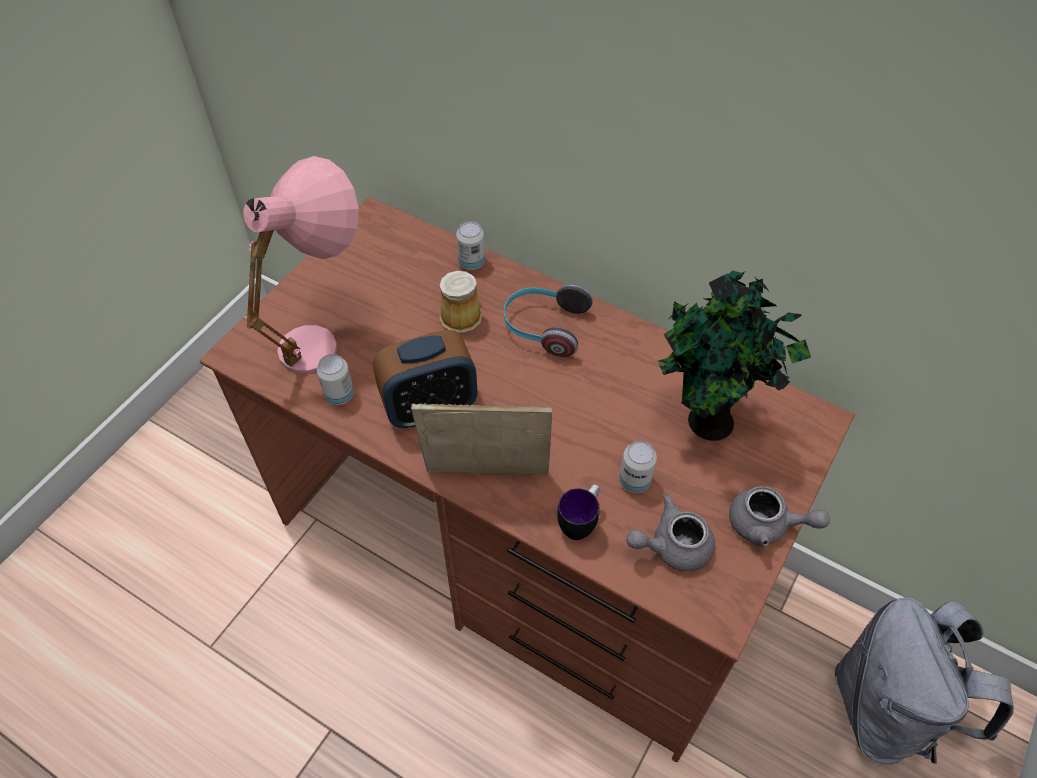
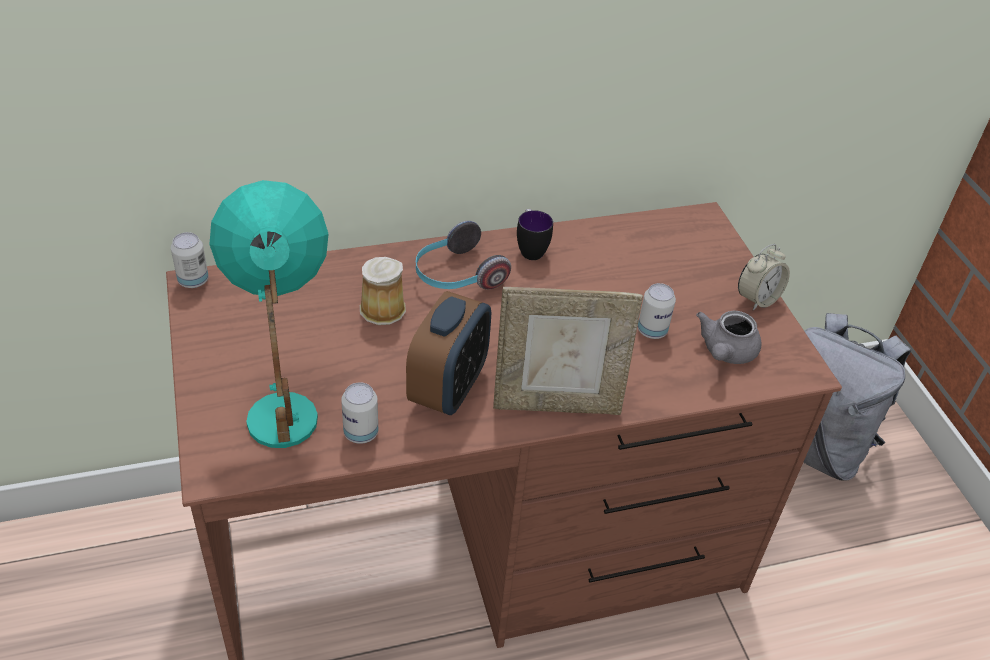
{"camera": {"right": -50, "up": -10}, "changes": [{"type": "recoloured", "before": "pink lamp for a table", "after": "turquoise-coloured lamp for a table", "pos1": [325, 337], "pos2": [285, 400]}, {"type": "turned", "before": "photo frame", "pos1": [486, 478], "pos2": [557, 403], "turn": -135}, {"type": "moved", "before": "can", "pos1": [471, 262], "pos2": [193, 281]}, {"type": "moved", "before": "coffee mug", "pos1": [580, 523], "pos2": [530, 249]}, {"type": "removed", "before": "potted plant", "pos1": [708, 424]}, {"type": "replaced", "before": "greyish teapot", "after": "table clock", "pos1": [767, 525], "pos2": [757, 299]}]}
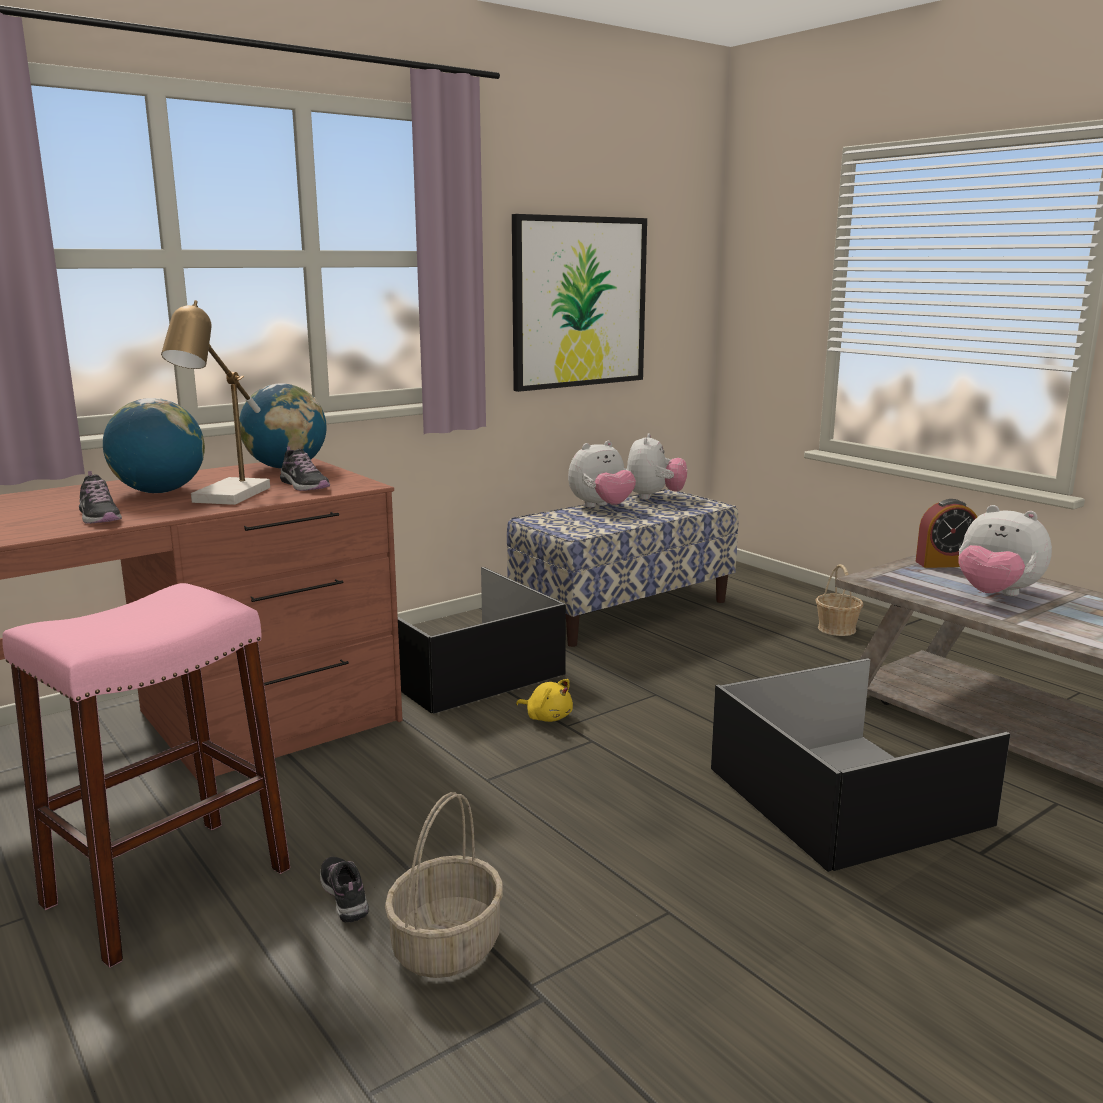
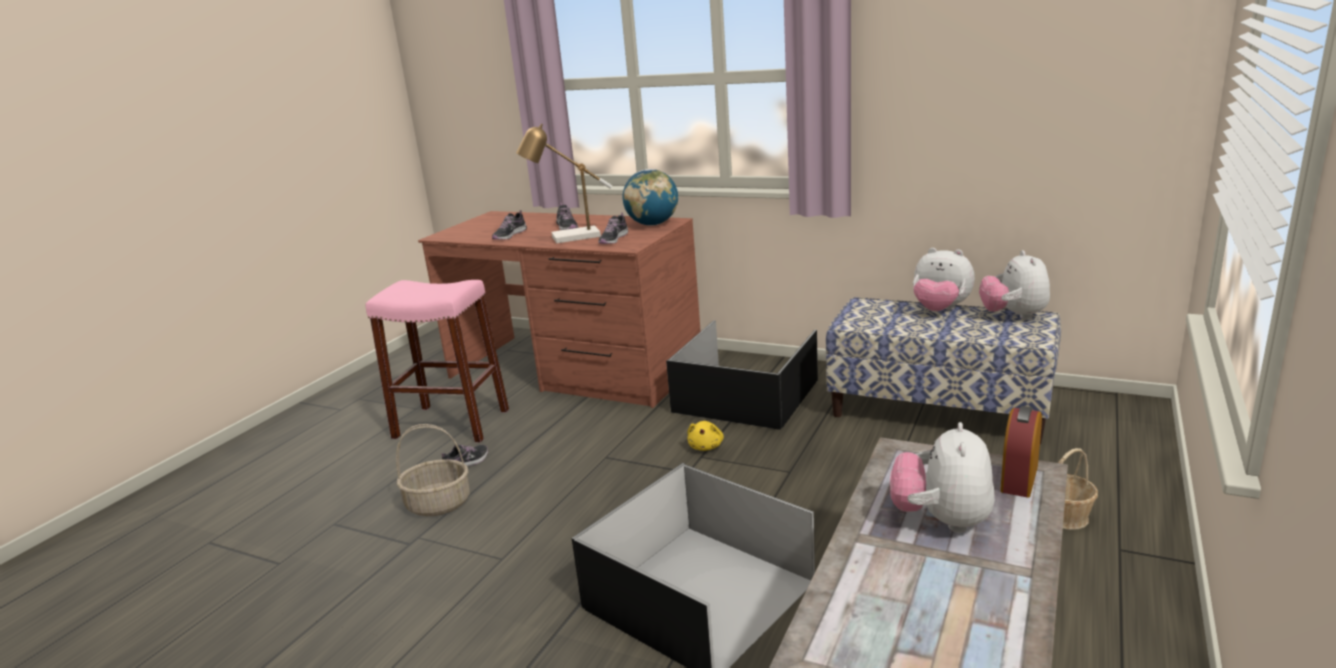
{"camera": {"right": 65, "up": 5}, "changes": [{"type": "replaced", "before": "desk globe", "after": "low shoe", "pos1": [159, 492], "pos2": [567, 227]}, {"type": "removed", "before": "wall art", "pos1": [579, 302]}, {"type": "turned", "before": "plush toy", "pos1": [654, 497], "pos2": [1013, 316], "turn": 105}, {"type": "turned", "before": "table clock", "pos1": [945, 563], "pos2": [1019, 479], "turn": 60}]}
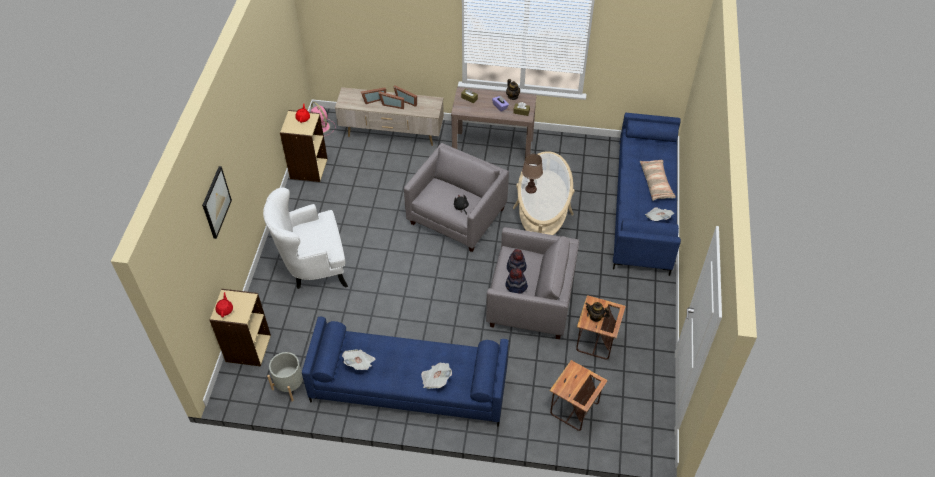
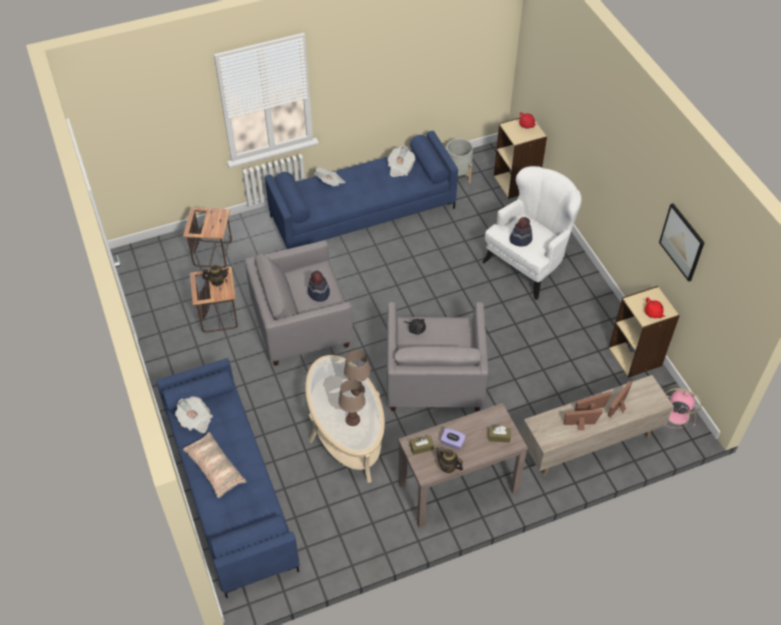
{"camera": {"right": 150, "up": 0}, "changes": [{"type": "moved", "before": "wall art", "pos1": [216, 202], "pos2": [682, 242]}, {"type": "moved", "before": "clothing hat", "pos1": [516, 286], "pos2": [520, 239]}, {"type": "added", "after": "brown-coloured lamp for a table", "pos2": [353, 419]}]}
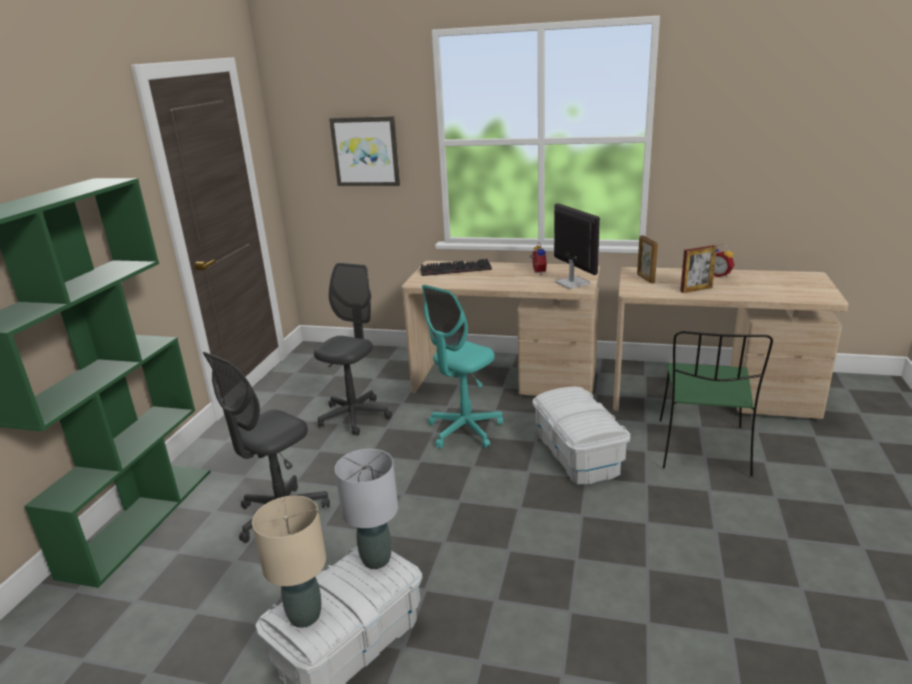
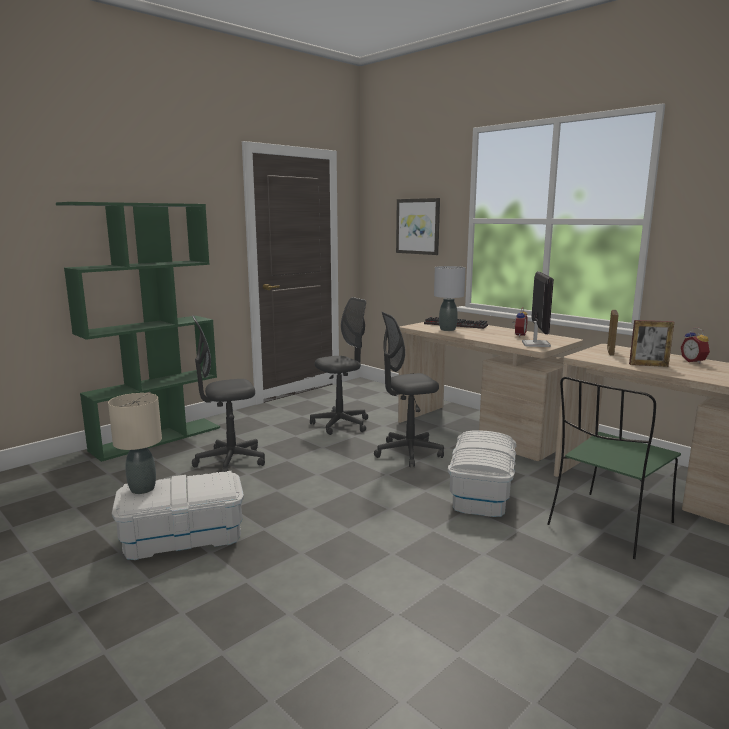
{"camera": {"right": 30, "up": -10}, "changes": [{"type": "moved", "before": "greyish lamp for a table", "pos1": [376, 560], "pos2": [447, 329]}, {"type": "recoloured", "before": "turquoise-coloured computer chair", "after": "greyish computer chair", "pos1": [465, 431], "pos2": [408, 453]}]}
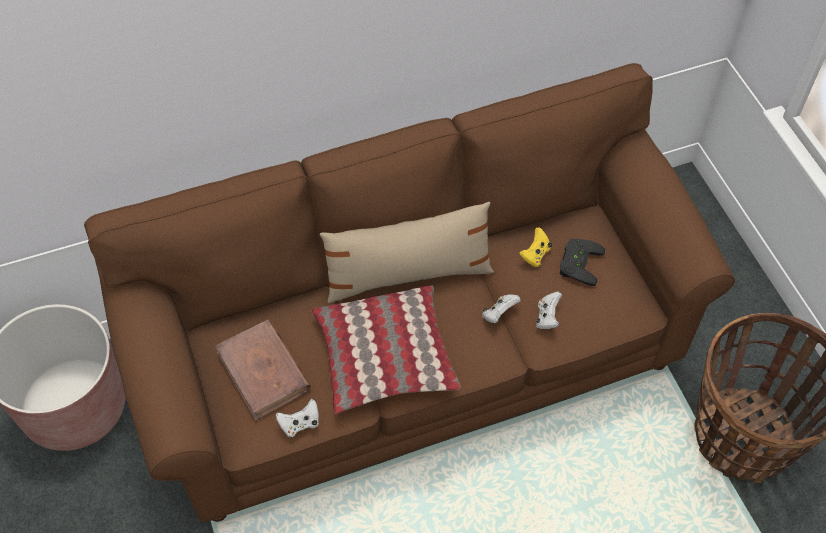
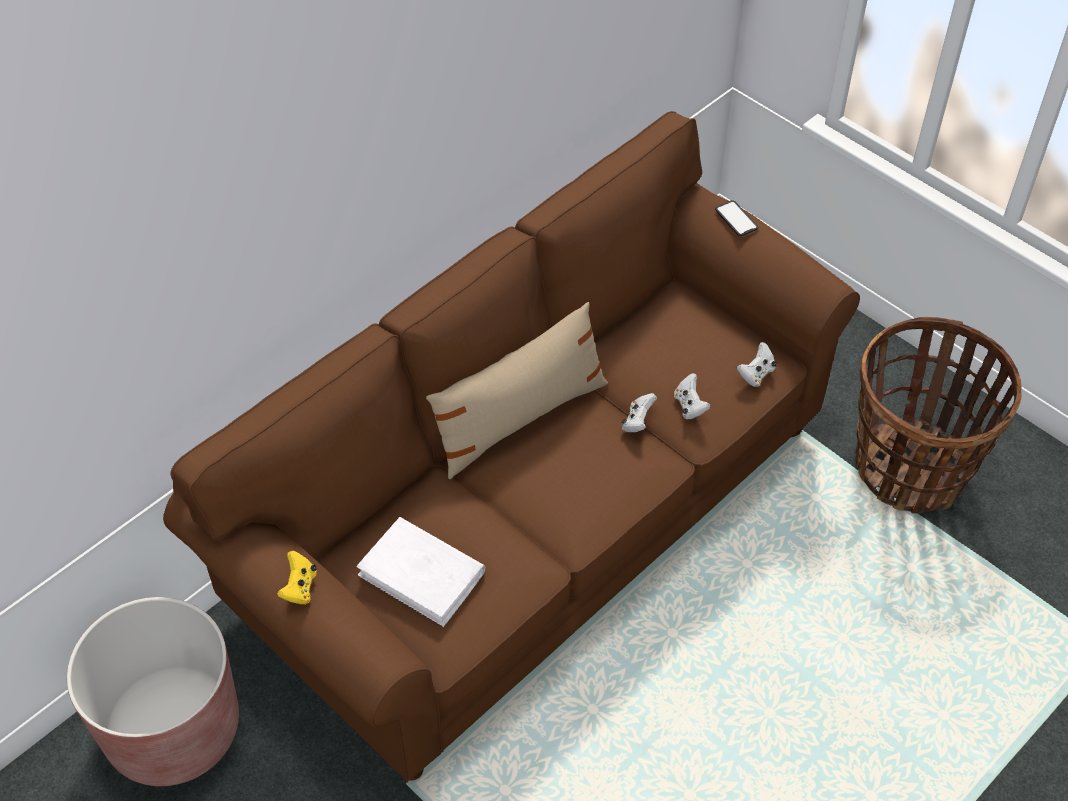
{"camera": {"right": -25, "up": -5}, "changes": [{"type": "recoloured", "before": "brown-coloured bound book", "after": "white bound book", "pos1": [263, 372], "pos2": [422, 574]}, {"type": "moved", "before": "white gamepad", "pos1": [300, 424], "pos2": [756, 374]}, {"type": "removed", "before": "cushion", "pos1": [386, 358]}, {"type": "moved", "before": "yellow gamepad", "pos1": [535, 255], "pos2": [299, 587]}, {"type": "removed", "before": "black gamepad", "pos1": [577, 263]}, {"type": "added", "after": "phone", "pos2": [736, 219]}]}
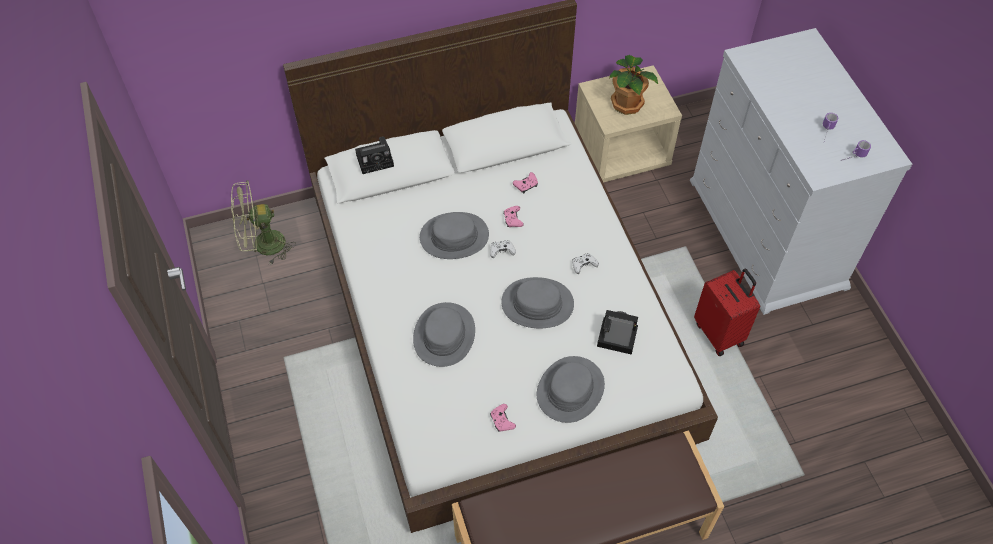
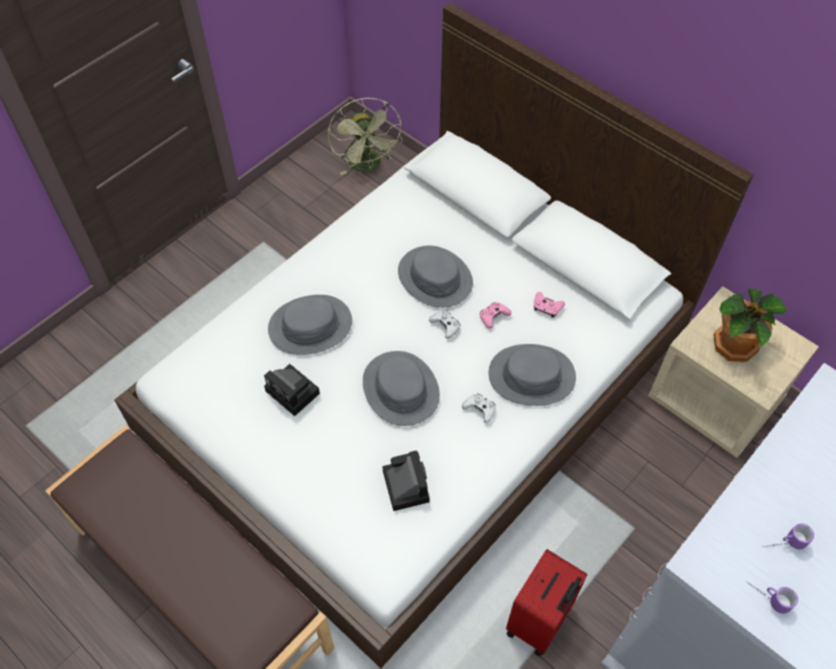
{"camera": {"right": 60, "up": 0}, "changes": [{"type": "turned", "before": "green cooling fan", "pos1": [262, 246], "pos2": [368, 166], "turn": -150}, {"type": "moved", "before": "still camera", "pos1": [376, 159], "pos2": [294, 393]}, {"type": "removed", "before": "pink gamepad", "pos1": [502, 421]}, {"type": "moved", "before": "greyish clothing hat", "pos1": [570, 390], "pos2": [531, 375]}]}
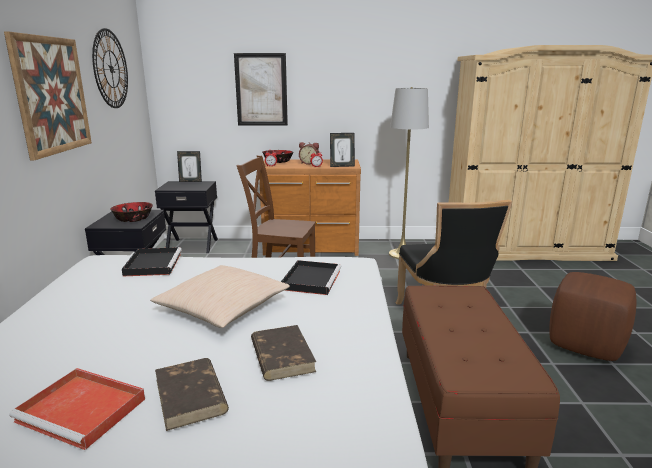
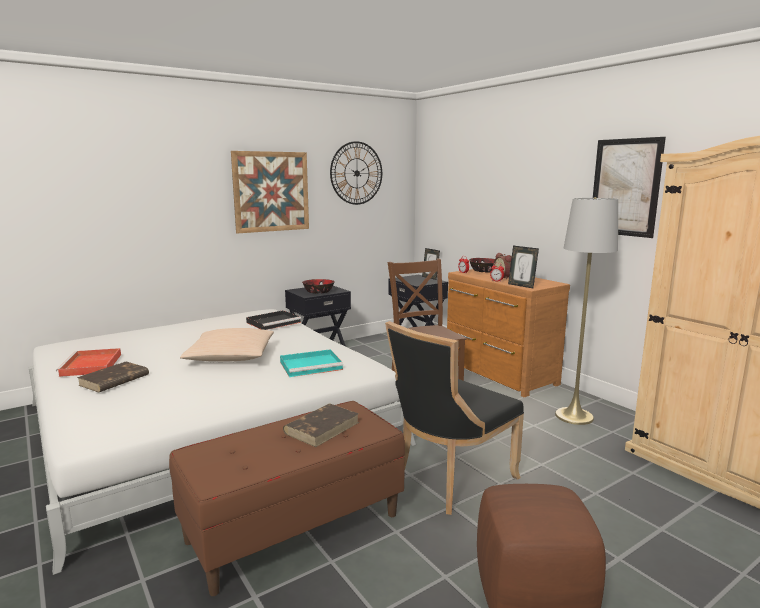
{"camera": {"right": 55, "up": -5}, "changes": [{"type": "moved", "before": "wall art", "pos1": [261, 90], "pos2": [625, 187]}, {"type": "moved", "before": "brown-coloured bound book", "pos1": [282, 355], "pos2": [322, 427]}, {"type": "recoloured", "before": "black serving tray", "after": "turquoise-coloured serving tray", "pos1": [311, 279], "pos2": [312, 365]}]}
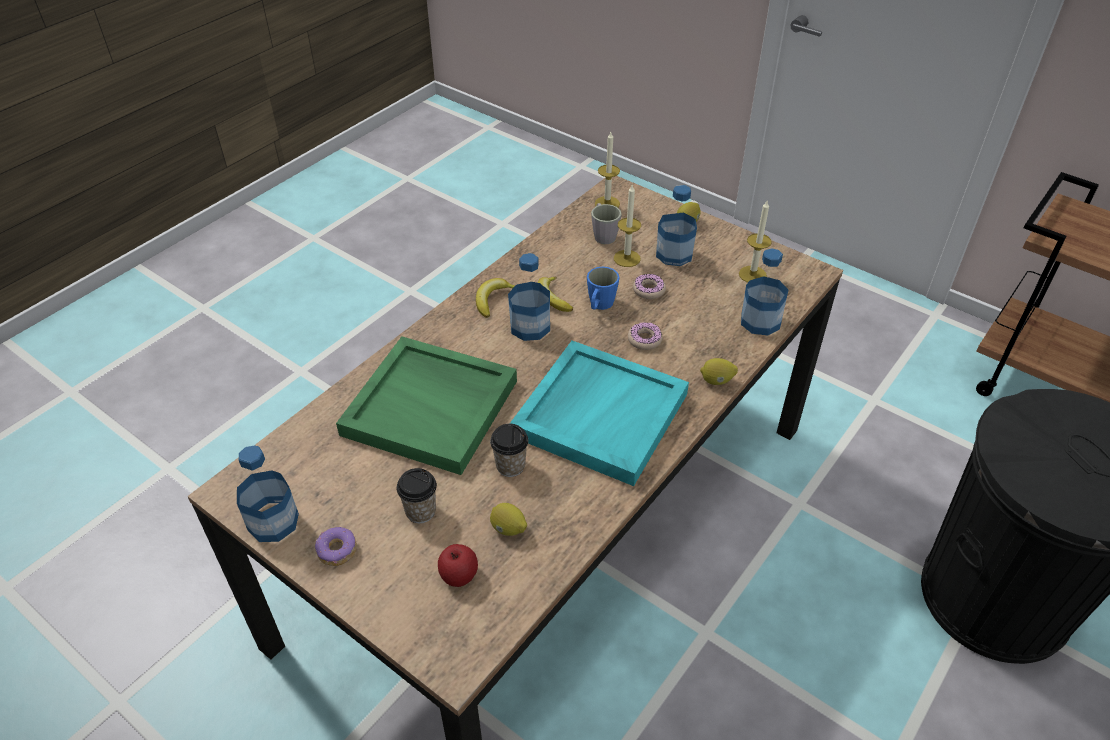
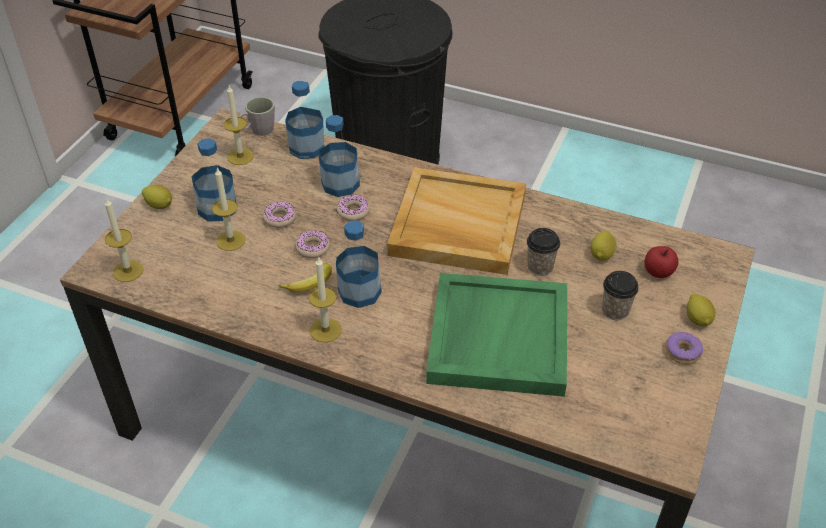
{"camera": {"right": -105, "up": 0}, "changes": [{"type": "moved", "before": "beverage bottle", "pos1": [273, 522], "pos2": [340, 184]}, {"type": "replaced", "before": "whole banana", "after": "wax light", "pos1": [492, 300], "pos2": [325, 330]}, {"type": "recoloured", "before": "turquoise-coloured serving tray", "after": "sand-coloured serving tray", "pos1": [599, 413], "pos2": [457, 225]}, {"type": "replaced", "before": "bluish coffee mug", "after": "donut", "pos1": [599, 305], "pos2": [312, 248]}, {"type": "moved", "before": "greyish coffee mug", "pos1": [603, 234], "pos2": [258, 131]}, {"type": "moved", "before": "whole lemon", "pos1": [717, 381], "pos2": [698, 319]}]}
